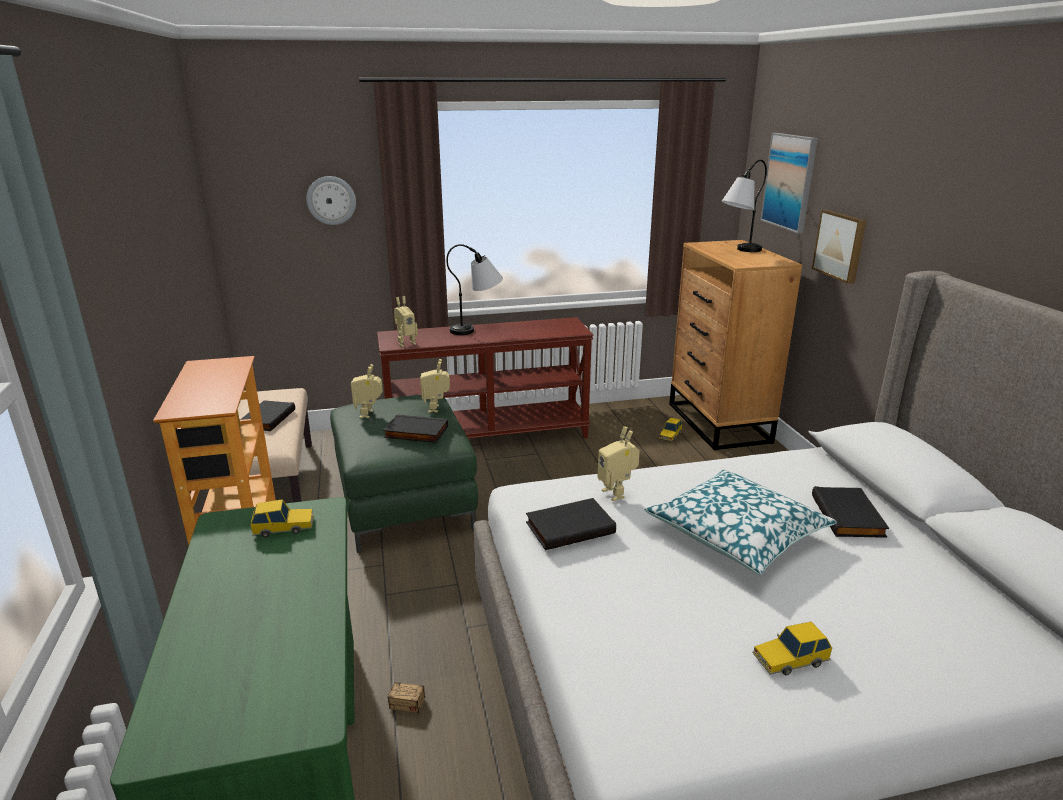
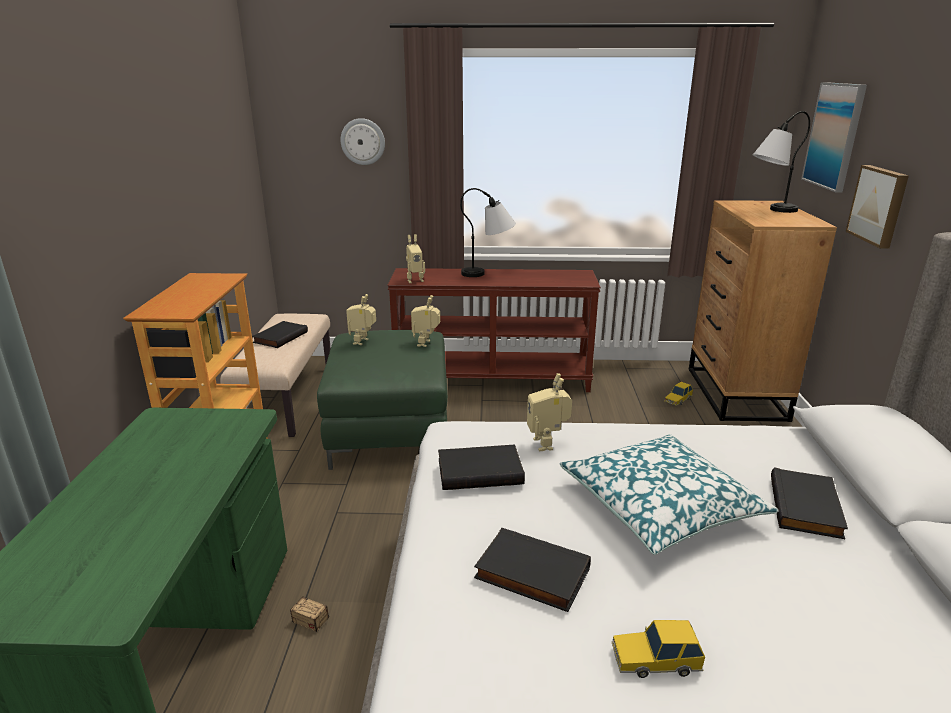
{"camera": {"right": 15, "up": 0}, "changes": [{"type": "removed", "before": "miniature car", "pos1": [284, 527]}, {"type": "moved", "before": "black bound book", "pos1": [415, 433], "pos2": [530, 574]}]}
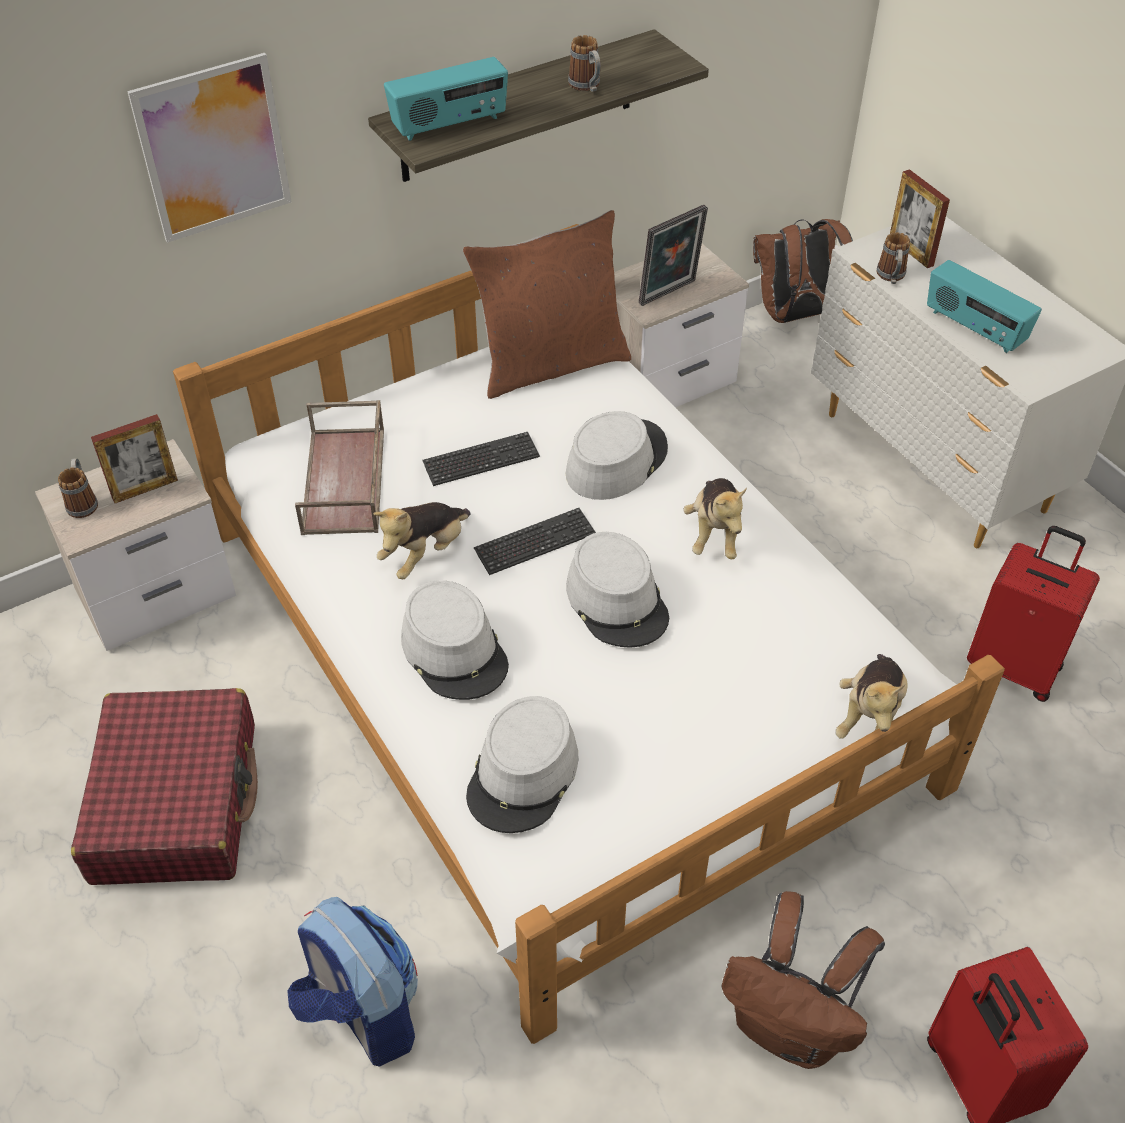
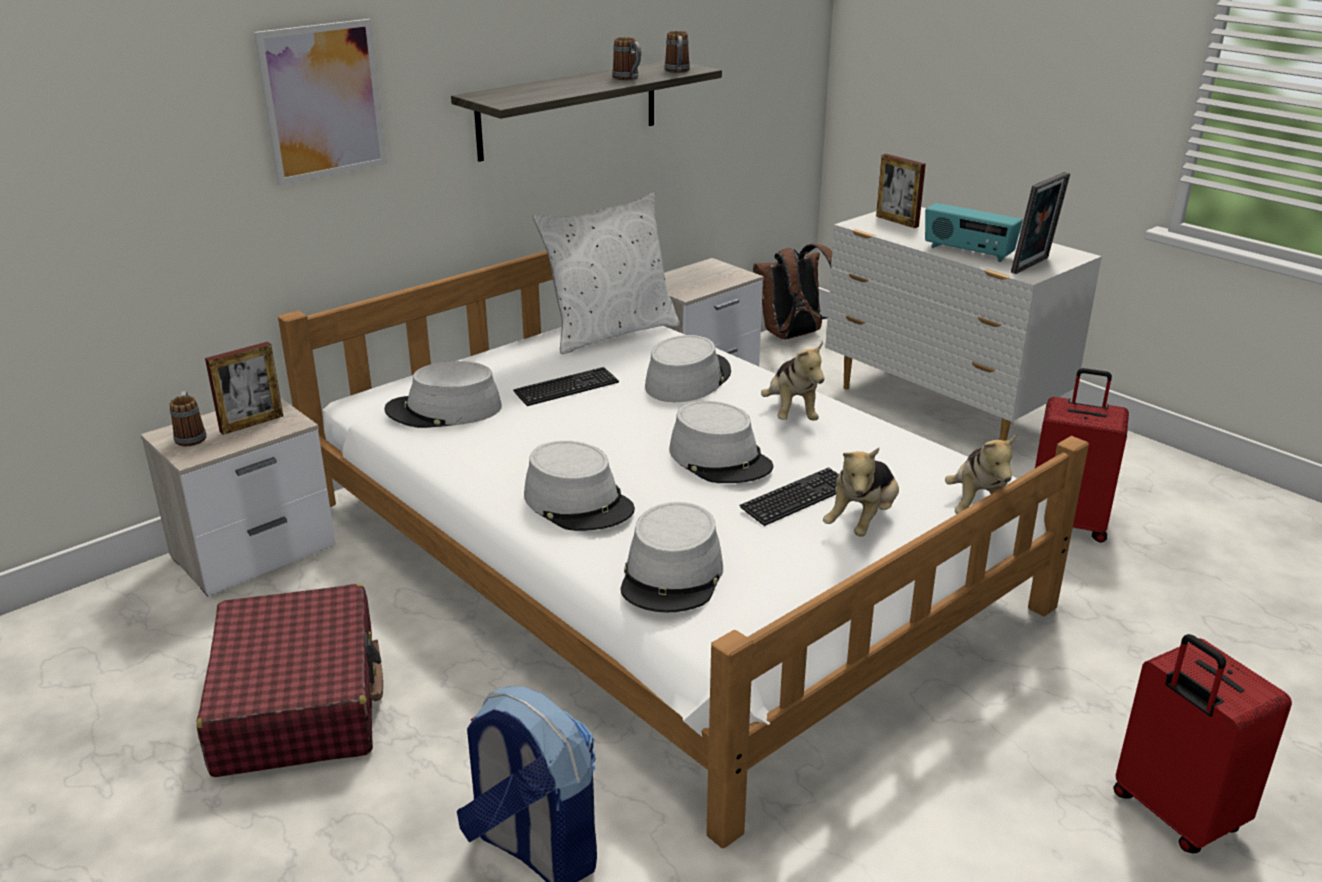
{"camera": {"right": -10, "up": -20}, "changes": [{"type": "replaced", "before": "brown-coloured serving tray", "after": "greyish clothing hat", "pos1": [345, 482], "pos2": [444, 410]}, {"type": "moved", "before": "plush toy", "pos1": [425, 553], "pos2": [862, 521]}, {"type": "removed", "before": "radio receiver", "pos1": [449, 125]}, {"type": "recoloured", "before": "brown-coloured cushion", "after": "white cushion", "pos1": [550, 363], "pos2": [610, 332]}, {"type": "moved", "before": "computer keyboard", "pos1": [535, 543], "pos2": [797, 499]}, {"type": "moved", "before": "photo frame", "pos1": [670, 294], "pos2": [1033, 266]}, {"type": "removed", "before": "brown-coloured backpack", "pos1": [790, 1028]}, {"type": "moved", "before": "coffee mug", "pos1": [891, 277], "pos2": [677, 71]}]}
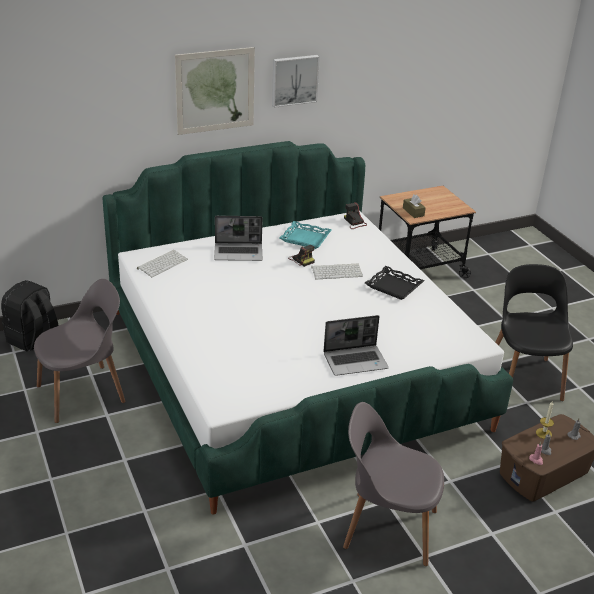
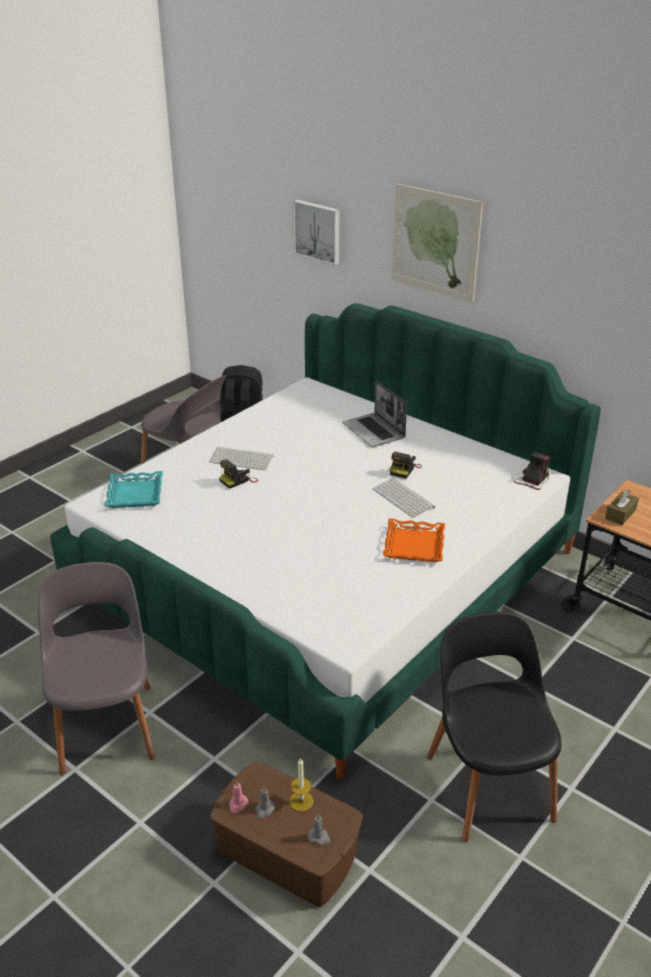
{"camera": {"right": 65, "up": 0}, "changes": [{"type": "moved", "before": "computer keyboard", "pos1": [162, 263], "pos2": [242, 459]}, {"type": "moved", "before": "wall art", "pos1": [294, 80], "pos2": [318, 231]}, {"type": "moved", "before": "turquoise-coloured serving tray", "pos1": [305, 238], "pos2": [134, 494]}, {"type": "removed", "before": "notebook computer", "pos1": [356, 361]}, {"type": "recoloured", "before": "black serving tray", "after": "orange-coloured serving tray", "pos1": [393, 287], "pos2": [413, 545]}, {"type": "turned", "before": "black upright chair", "pos1": [524, 377], "pos2": [488, 784], "turn": -75}, {"type": "added", "after": "still camera", "pos2": [238, 480]}]}
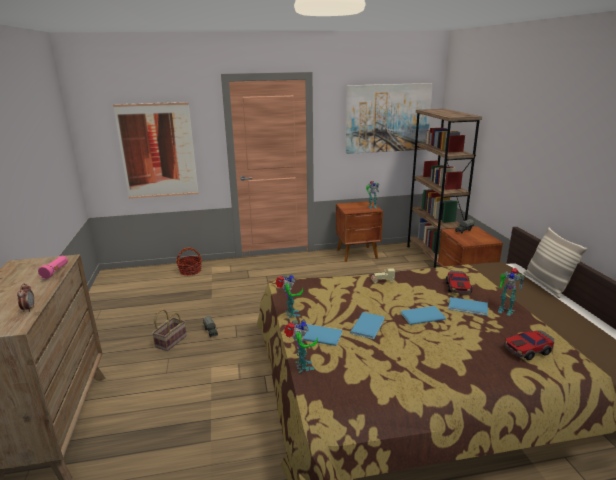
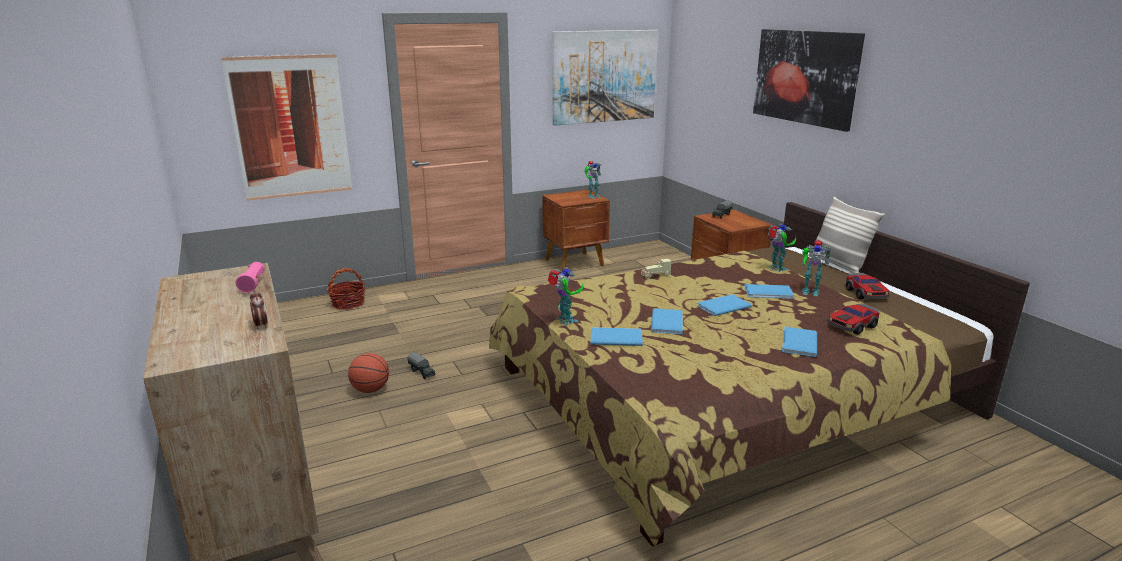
{"camera": {"right": -15, "up": 0}, "changes": [{"type": "replaced", "before": "household basket", "after": "basketball ball", "pos1": [171, 341], "pos2": [370, 390]}, {"type": "moved", "before": "model robot", "pos1": [302, 367], "pos2": [776, 269]}, {"type": "removed", "before": "brown-coloured bookshelf", "pos1": [432, 257]}, {"type": "moved", "before": "miniature car", "pos1": [458, 287], "pos2": [865, 293]}, {"type": "added", "after": "wall art", "pos2": [805, 77]}, {"type": "added", "after": "bluish bound book", "pos2": [798, 343]}]}
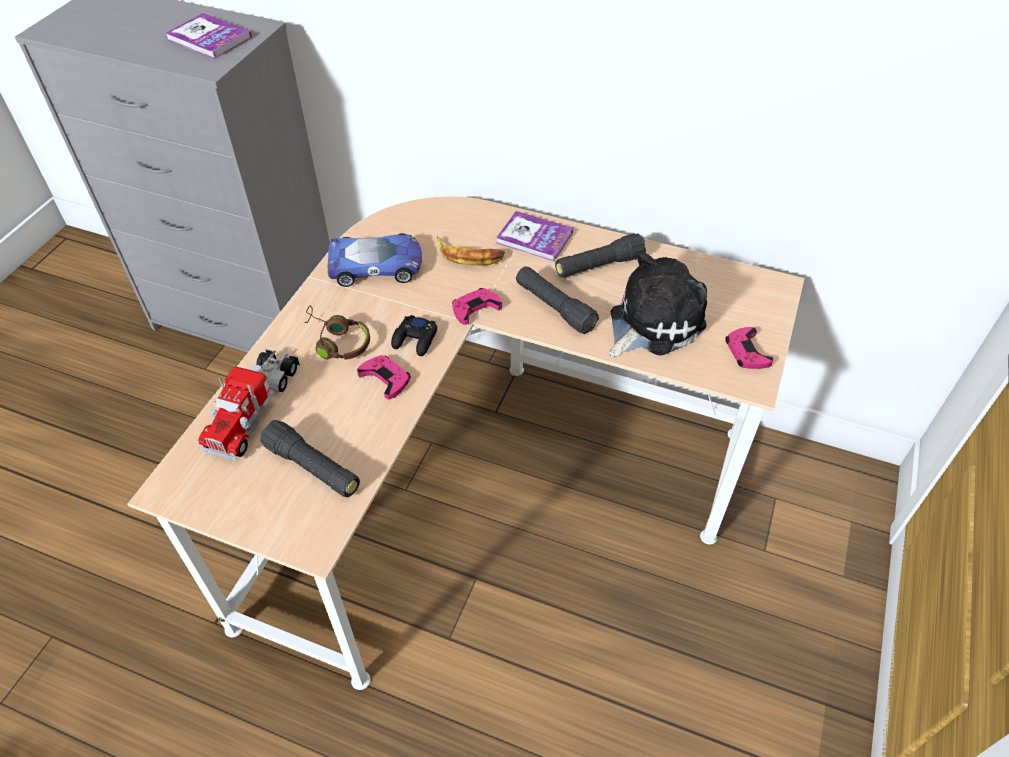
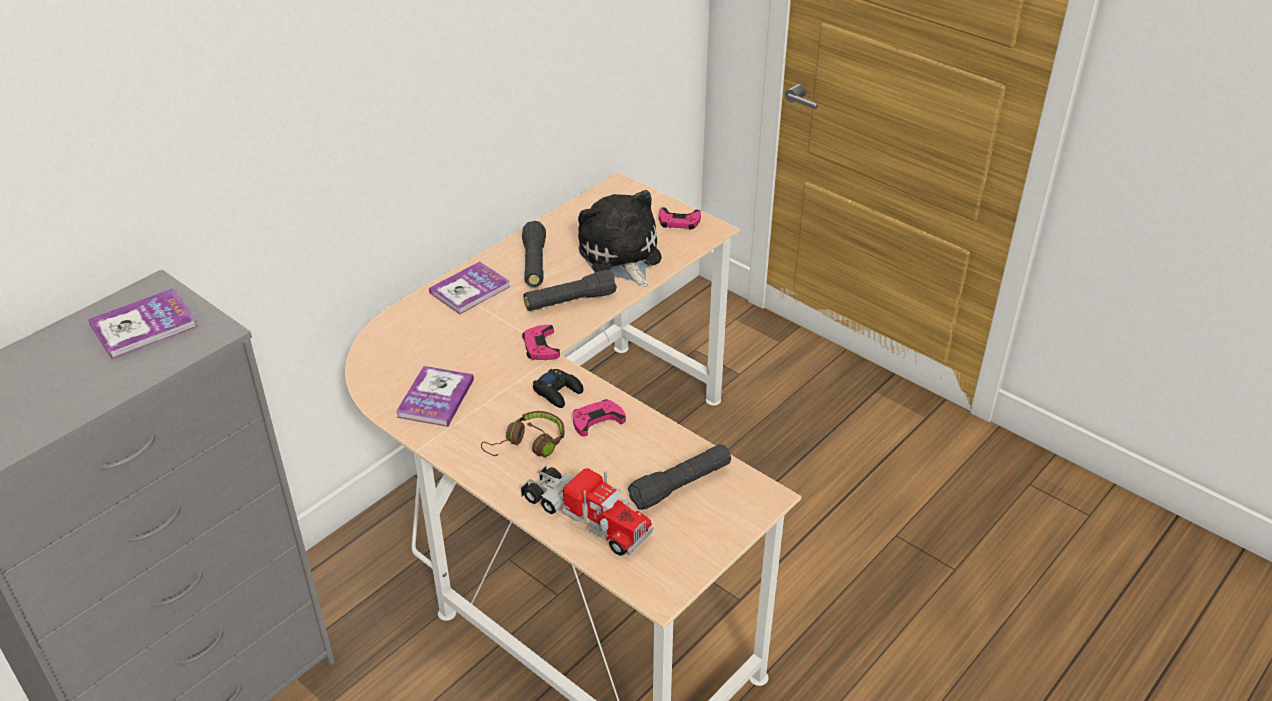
{"camera": {"right": -70, "up": -10}, "changes": [{"type": "replaced", "before": "miniature car", "after": "bound book", "pos1": [377, 266], "pos2": [435, 398]}, {"type": "removed", "before": "whole banana", "pos1": [469, 255]}]}
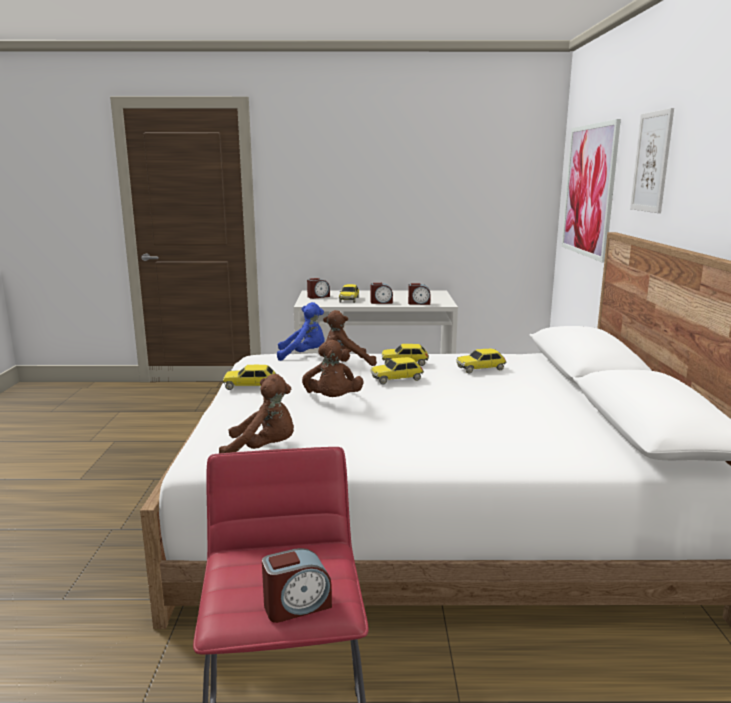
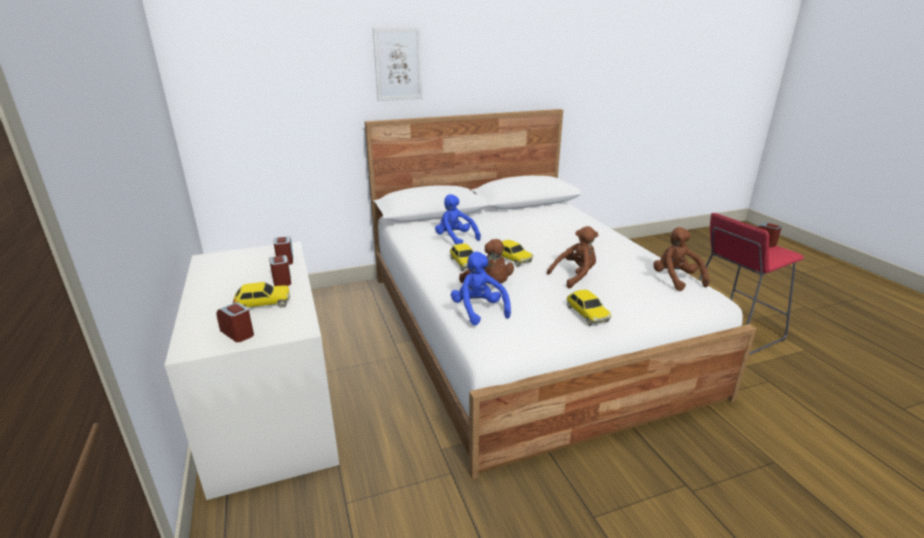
{"camera": {"right": -110, "up": 10}, "changes": [{"type": "replaced", "before": "miniature car", "after": "bluish plush toy", "pos1": [480, 368], "pos2": [455, 239]}, {"type": "removed", "before": "wall art", "pos1": [589, 190]}]}
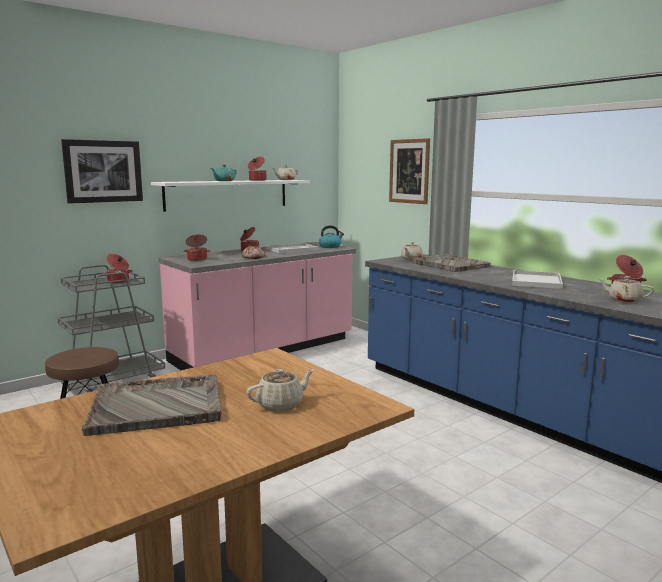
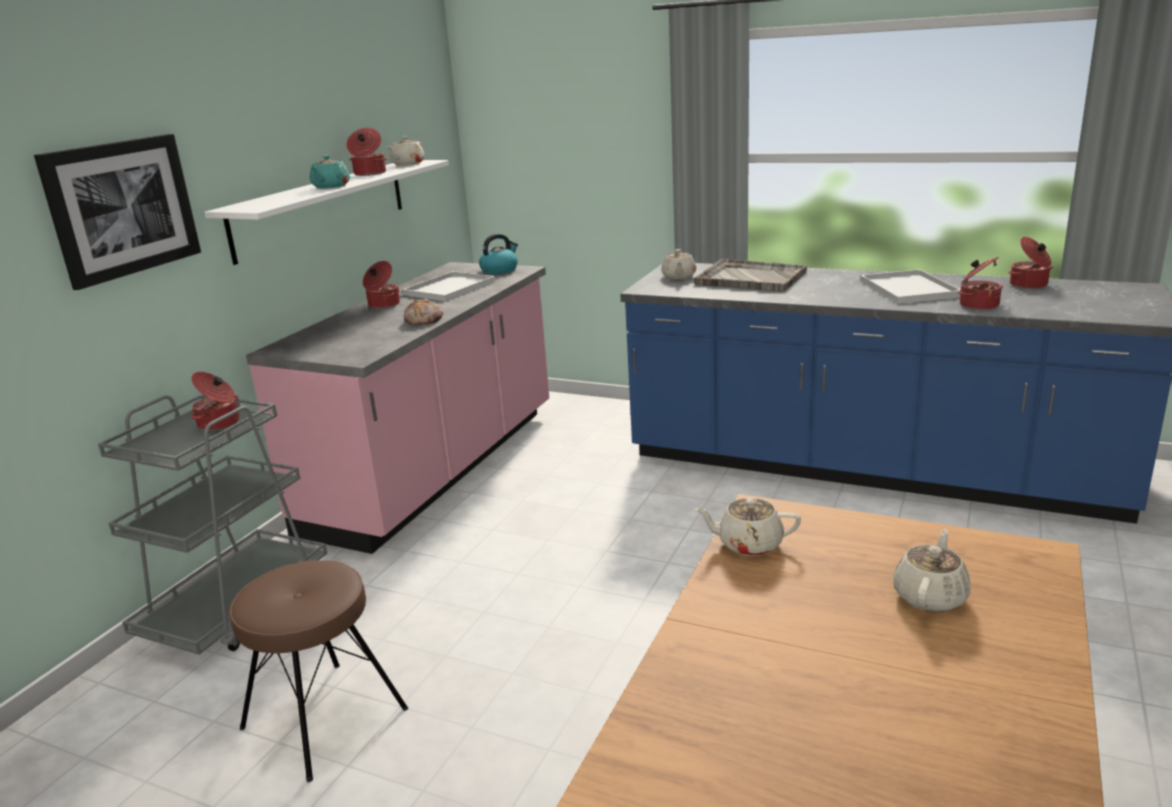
{"camera": {"right": -25, "up": 10}, "changes": [{"type": "removed", "before": "greyish serving tray", "pos1": [158, 406]}, {"type": "moved", "before": "cooking pot", "pos1": [197, 259], "pos2": [978, 305]}, {"type": "removed", "before": "wall art", "pos1": [409, 171]}, {"type": "moved", "before": "sand-coloured teapot", "pos1": [624, 300], "pos2": [748, 544]}]}
